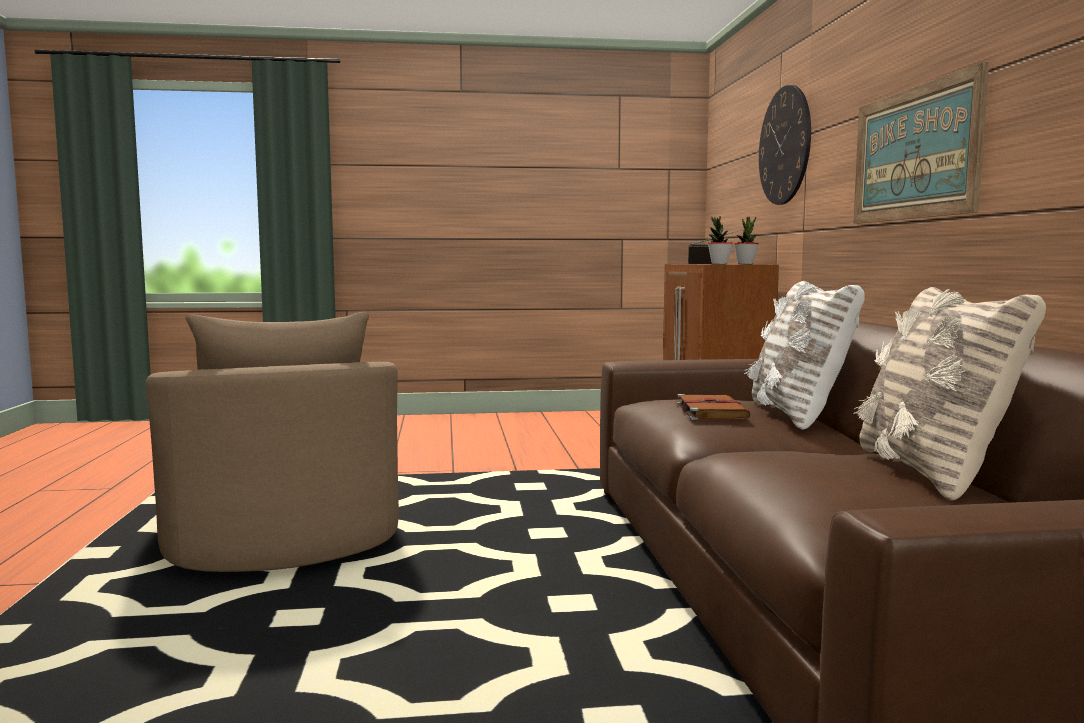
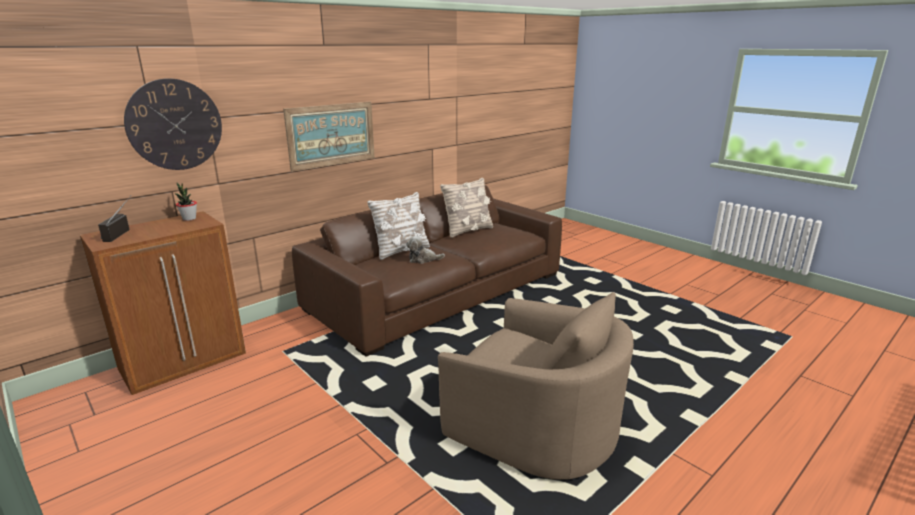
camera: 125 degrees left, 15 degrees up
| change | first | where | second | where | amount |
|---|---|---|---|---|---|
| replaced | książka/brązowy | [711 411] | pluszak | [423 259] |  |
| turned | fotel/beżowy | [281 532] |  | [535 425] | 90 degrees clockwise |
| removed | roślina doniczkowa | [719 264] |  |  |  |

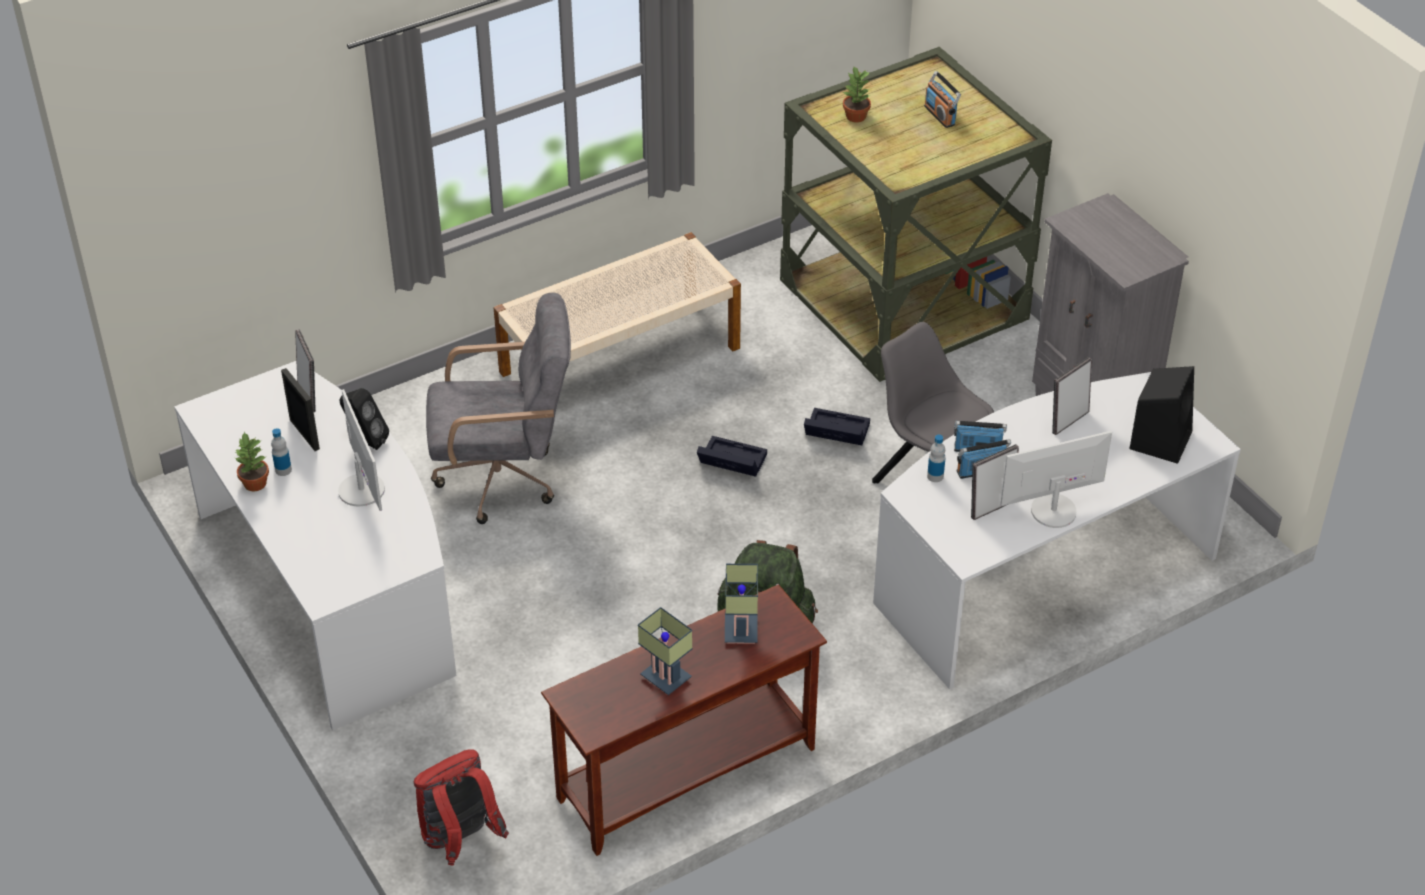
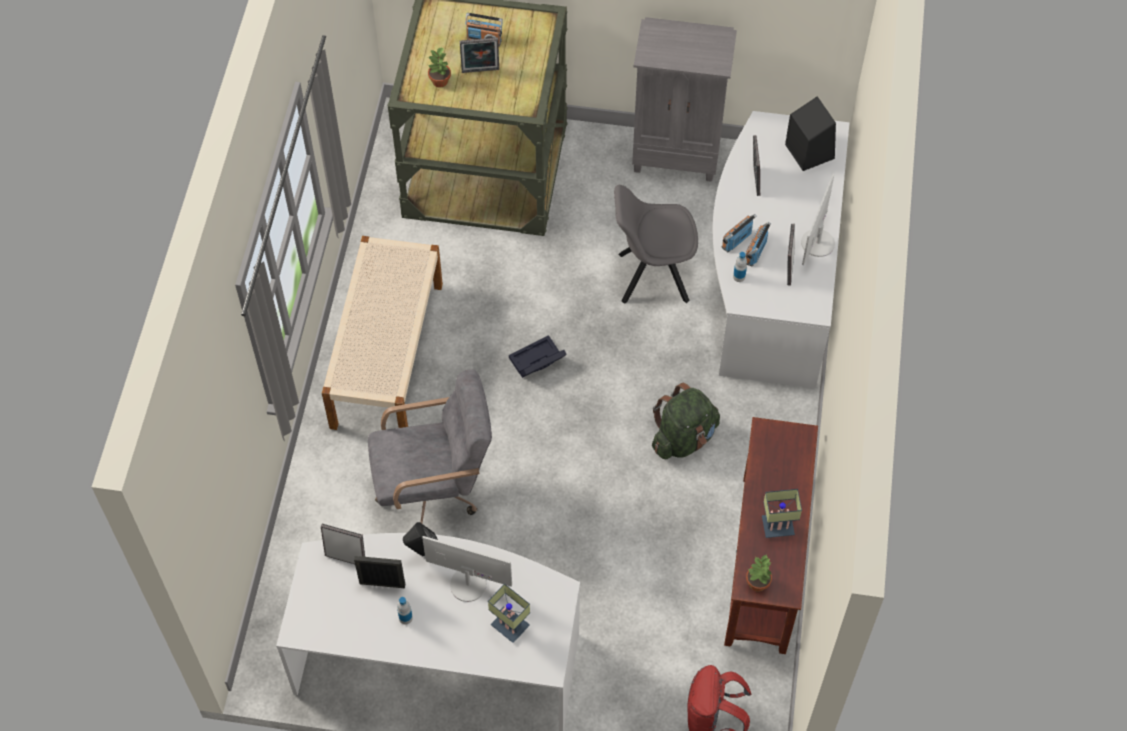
camera: 50 degrees left, 15 degrees up
| change | first | where | second | where | amount |
|---|---|---|---|---|---|
| turned | krzesło biurowe/szary | [505 481] |  | [435 493] | 45 degrees clockwise |
| added |  |  | ramka na zdjęcie | [480 72] |  |
| moved | lampa stołowa | [739 629] |  | [508 626] |  |
| moved | roślina doniczkowa | [255 484] |  | [758 583] |  |
| removed | pojemnik do przechowywania/czarny | [834 432] |  |  |  |

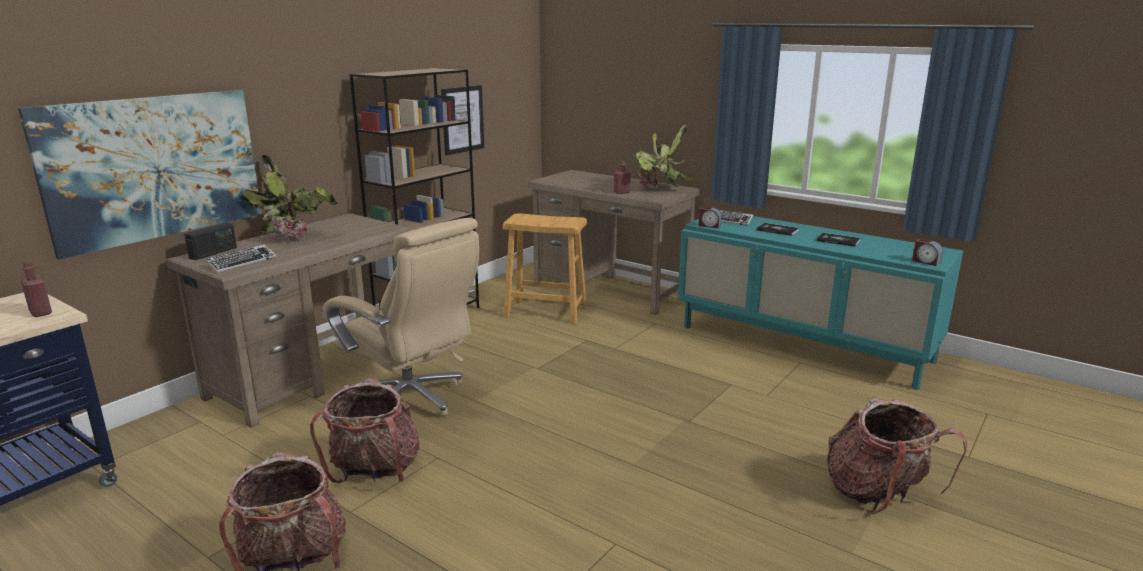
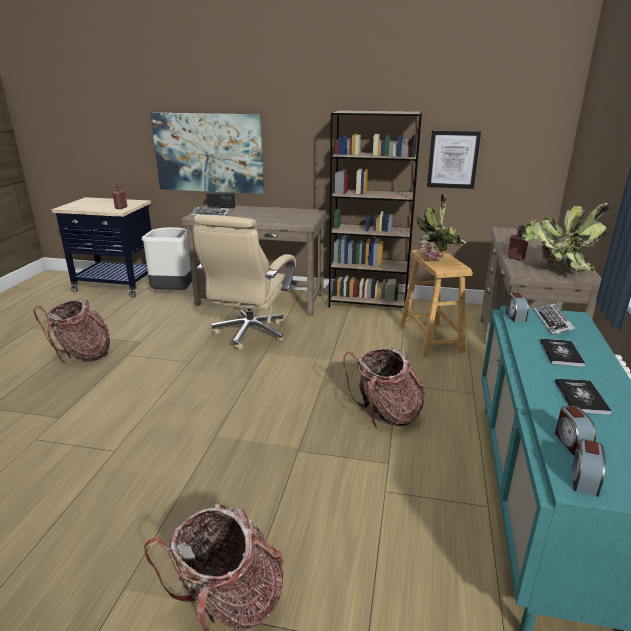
camera: 65 degrees right, 5 degrees up
| change | first | where | second | where | amount |
|---|---|---|---|---|---|
| added |  |  | kosz na śmieci/biały | [174 292] |  |
| moved | plecak | [374 472] |  | [385 415] |  |
| moved | roślina doniczkowa | [298 236] |  | [440 259] |  |
| added |  |  | budzik | [571 442] |  |

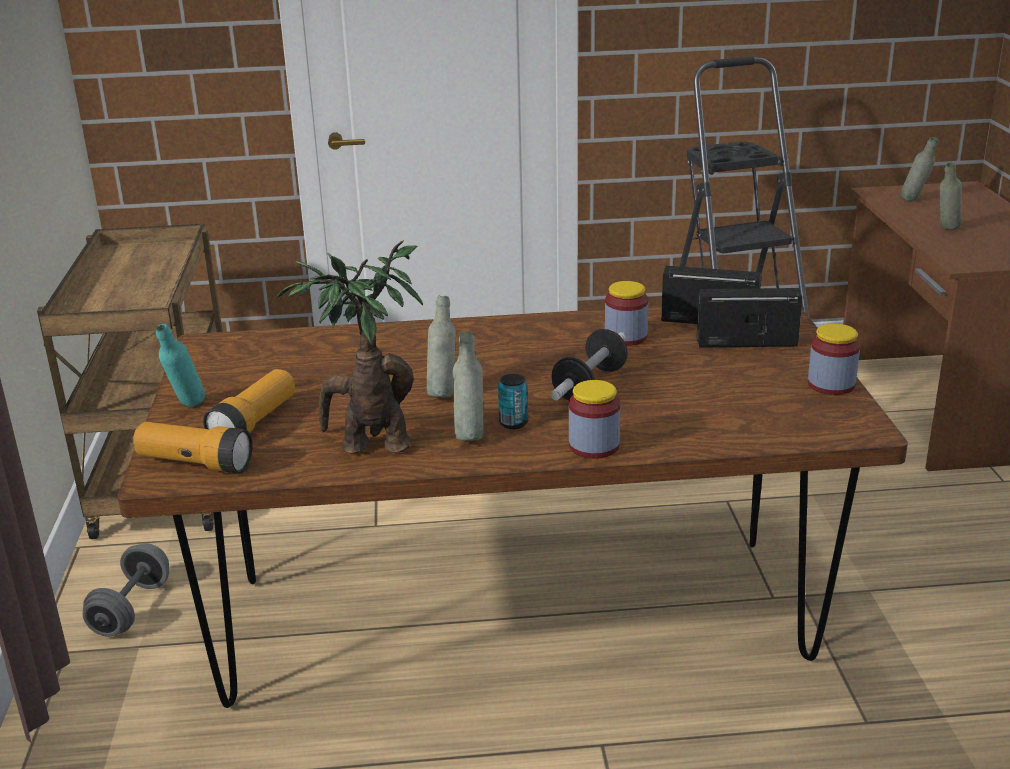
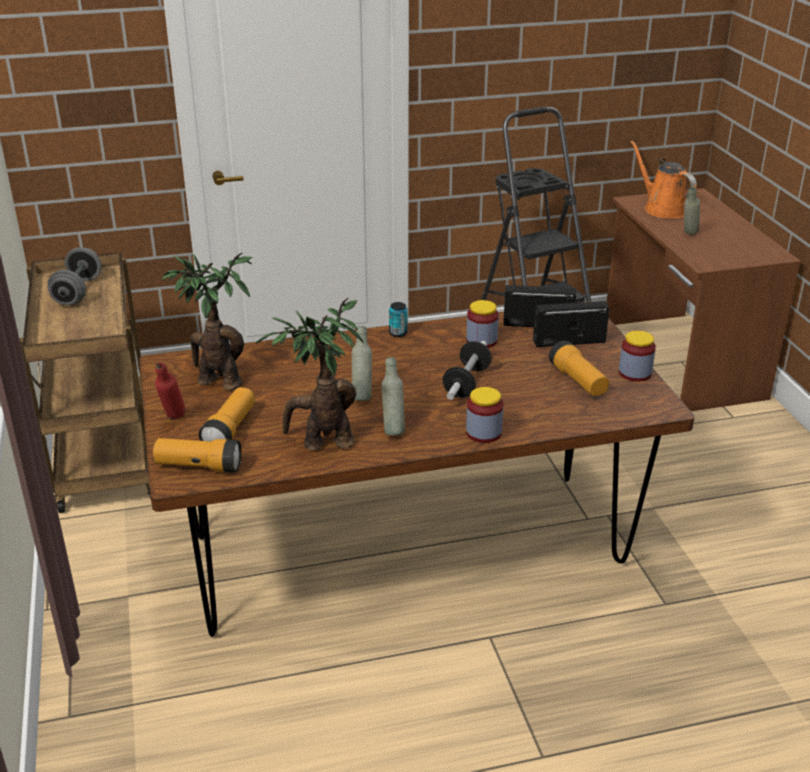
camera: 10 degrees left, 5 degrees up
| change | first | where | second | where | amount |
|---|---|---|---|---|---|
| moved | hantel/szary | [131 609] |  | [78 292] |  |
| recoloured | butelka/turkusowy | [187 408] | butelka/czerwony | [173 421] |  |
| added |  |  | roślina doniczkowa | [216 380] |  |
| moved | puszka | [513 423] |  | [398 333] |  |
| added |  |  | latarka | [578 381] |  |
| replaced | butelka/szary | [915 202] | konewka/pomarańczowy | [662 209] |  |

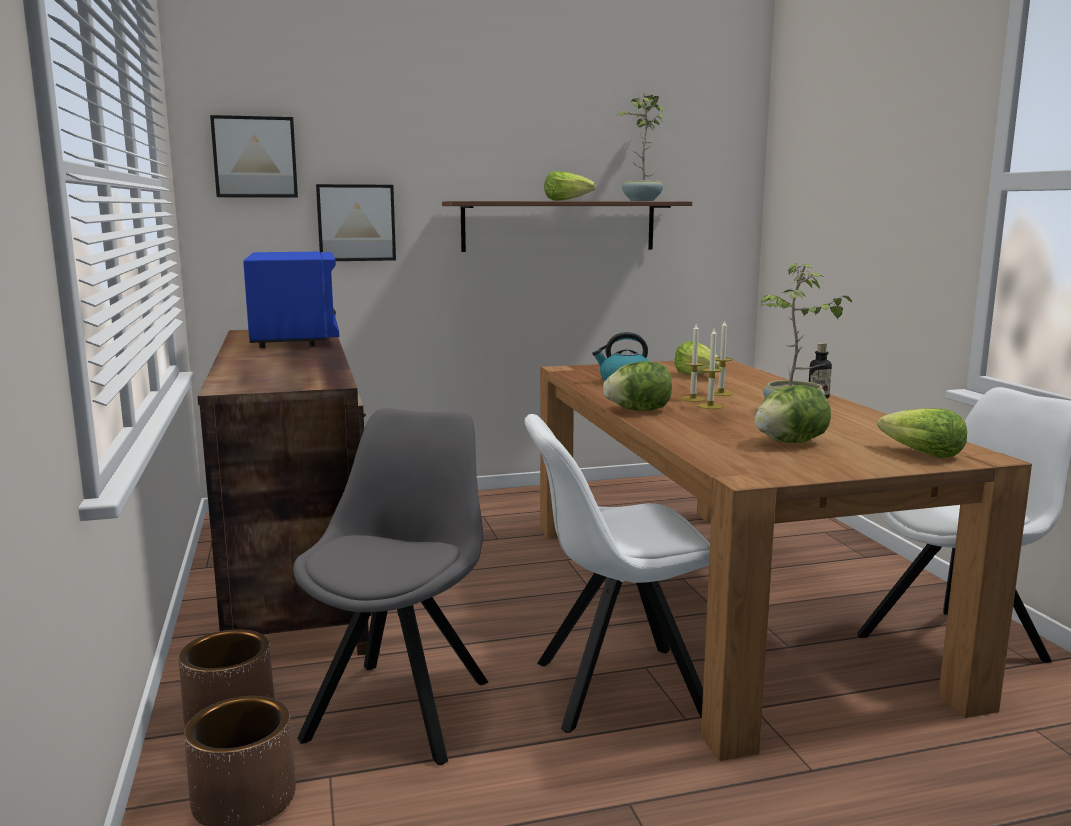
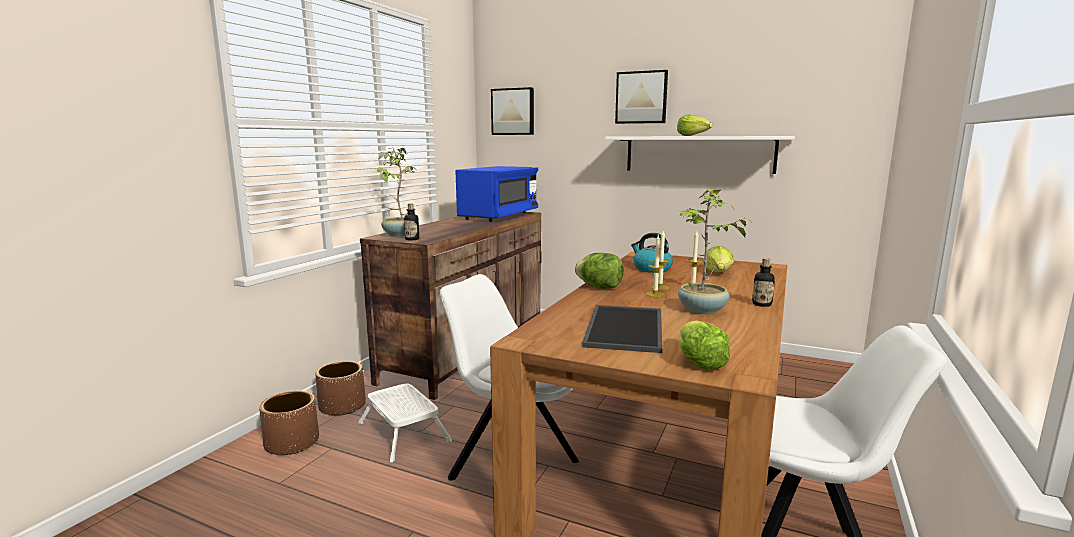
camera: 40 degrees right, 0 degrees up
| change | first | where | second | where | amount |
|---|---|---|---|---|---|
| replaced | krzesło/szary | [401 709] | drabinka/biały | [403 432] |  |
| moved | roślina doniczkowa | [641 201] |  | [398 235] |  |
| added |  |  | butelka | [412 239] |  |
| replaced | sałata | [790 442] | taca | [627 328] |  |
| recoloured | półka/brązowy | [559 226] | półka/biały | [698 154] |  |
| moved | obraz | [356 222] |  | [641 97] |  |

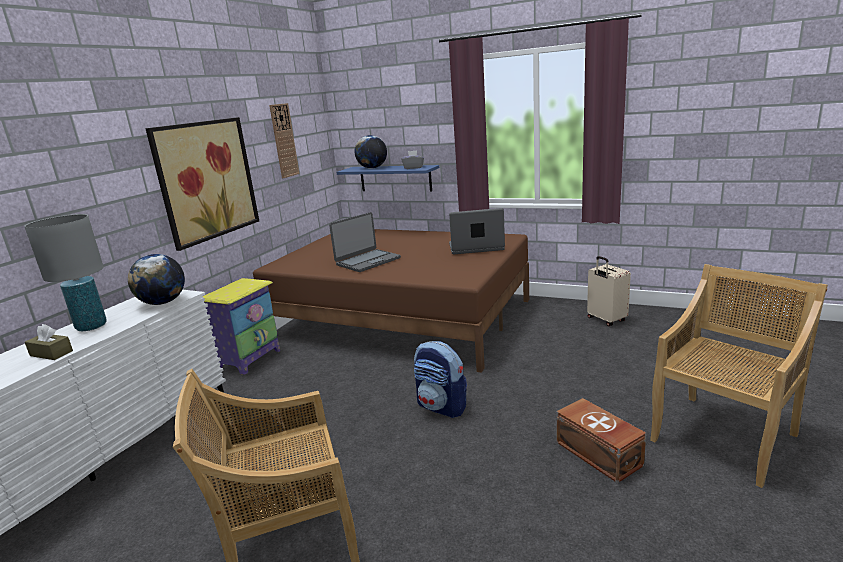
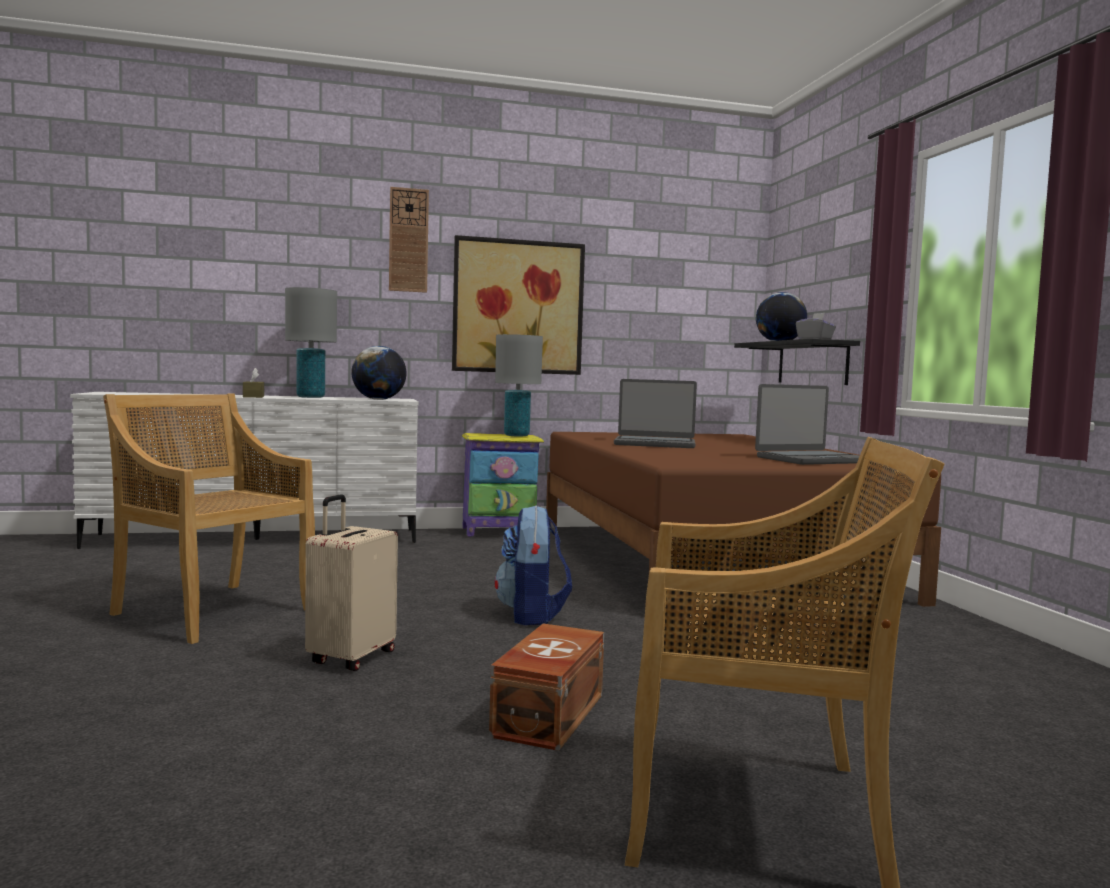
camera: 50 degrees right, 15 degrees down
| change | first | where | second | where | amount |
|---|---|---|---|---|---|
| moved | walizka/beżowy | [606 320] |  | [350 658] |  |
| moved | zegar ścienny | [284 140] |  | [408 240] |  |
| added |  |  | lampa stołowa/szary | [516 435] |  |
| recoloured | półka/niebieski | [395 178] | półka/czarny | [812 363] |  |
| turned | laptop | [476 247] |  | [811 460] | 105 degrees clockwise |

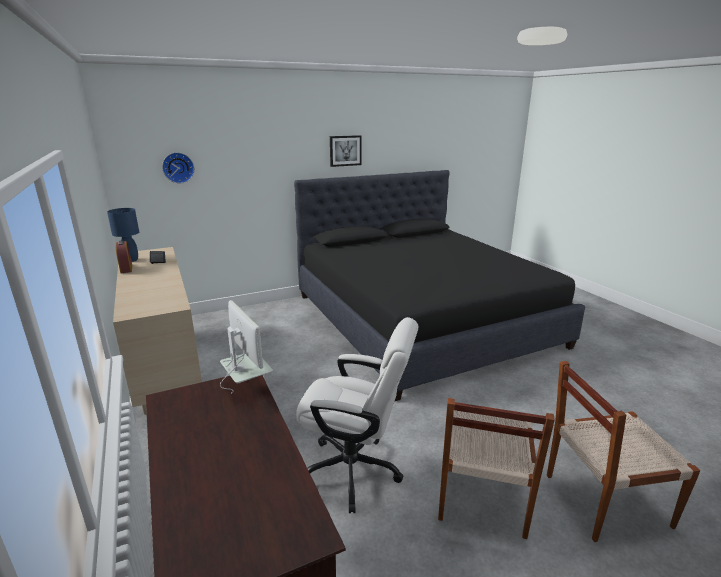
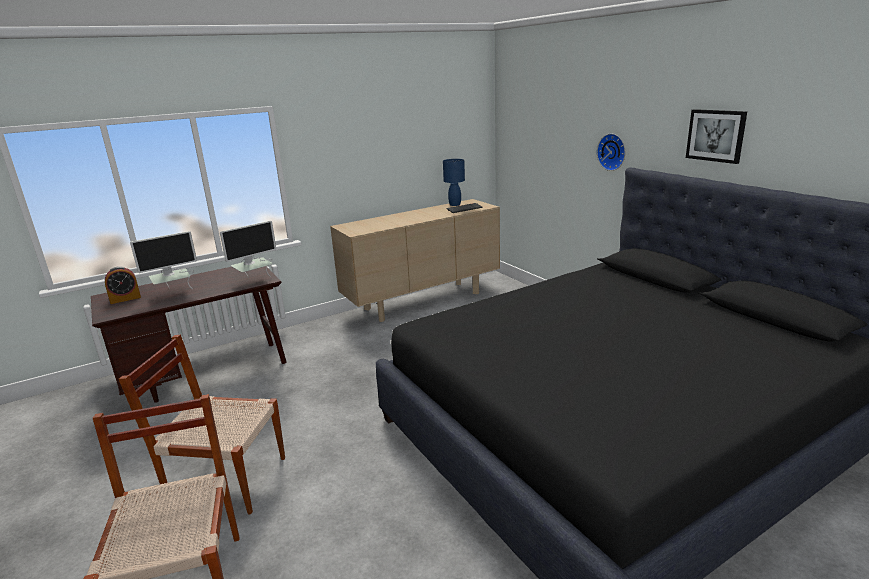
camera: 85 degrees right, 0 degrees up
| change | first | where | second | where | amount |
|---|---|---|---|---|---|
| moved | budzik | [126 269] |  | [125 299] |  |
| added |  |  | monitor | [174 293] |  |
| moved | zegar ścienny | [178 167] |  | [613 152] |  |
| removed | krzesło biurowe/biały | [356 472] |  |  |  |

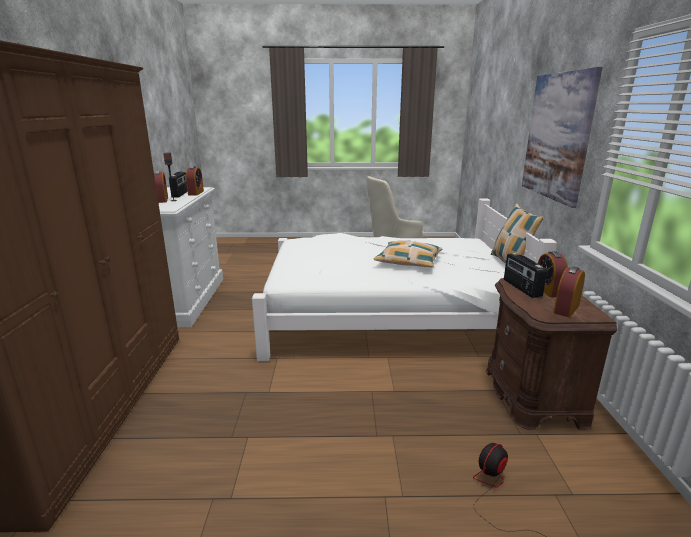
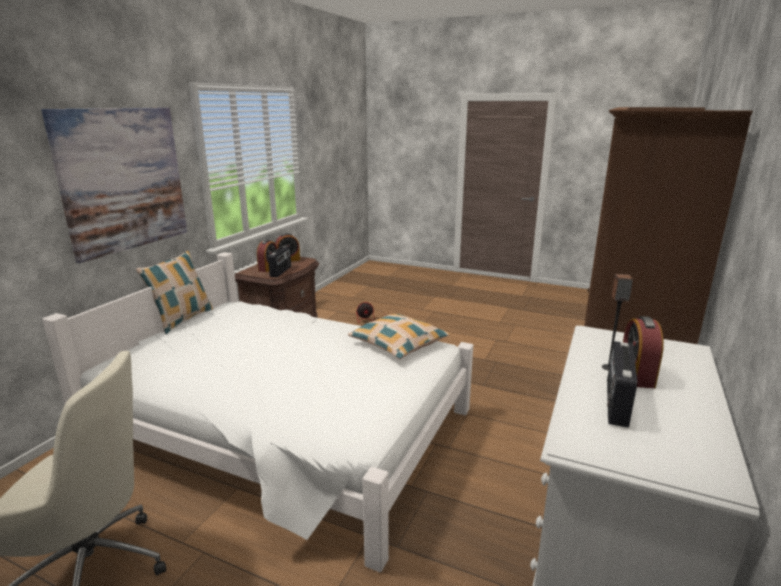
camera: 155 degrees left, 0 degrees up
| change | first | where | second | where | amount |
|---|---|---|---|---|---|
| moved | poduszka | [408 261] |  | [398 343] |  |
| removed | budzik | [196 193] |  |  |  |

